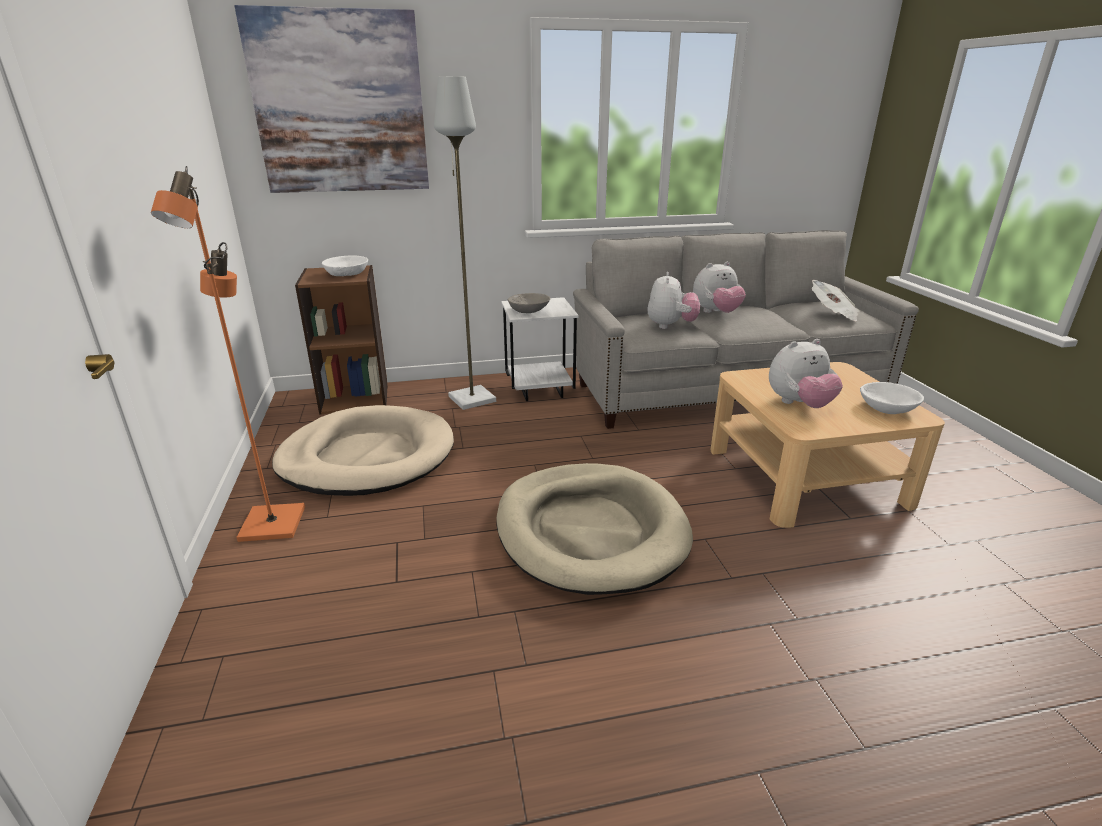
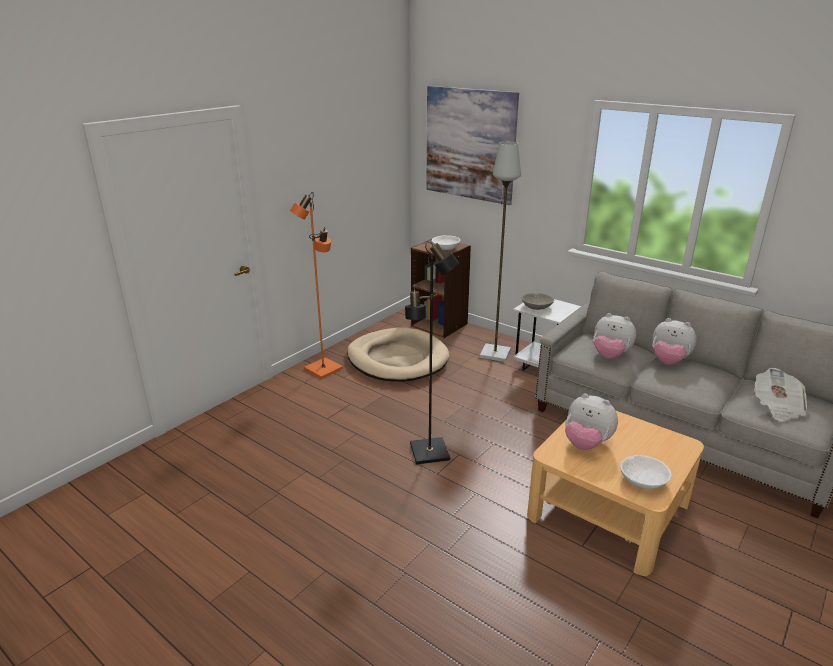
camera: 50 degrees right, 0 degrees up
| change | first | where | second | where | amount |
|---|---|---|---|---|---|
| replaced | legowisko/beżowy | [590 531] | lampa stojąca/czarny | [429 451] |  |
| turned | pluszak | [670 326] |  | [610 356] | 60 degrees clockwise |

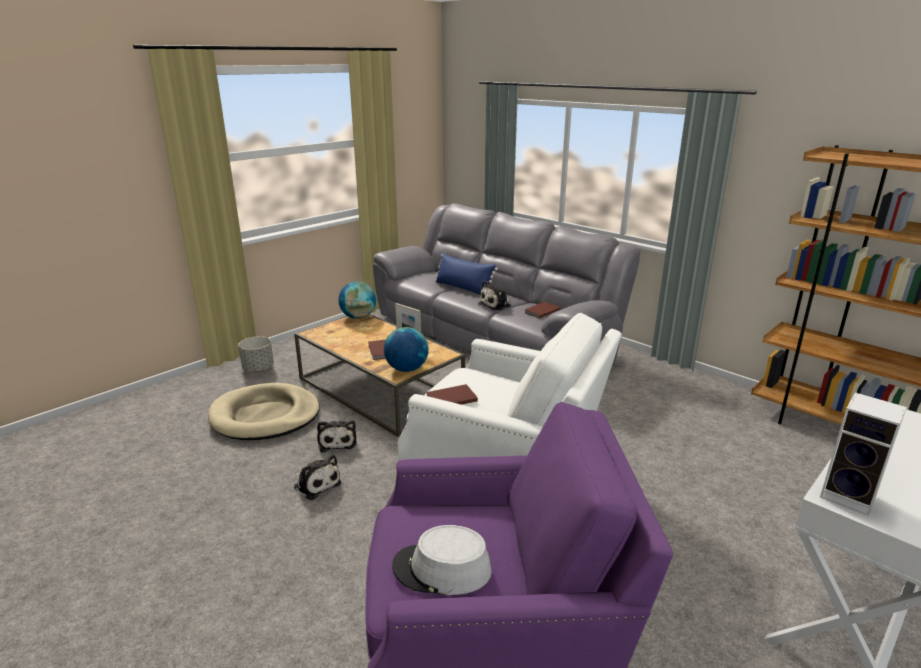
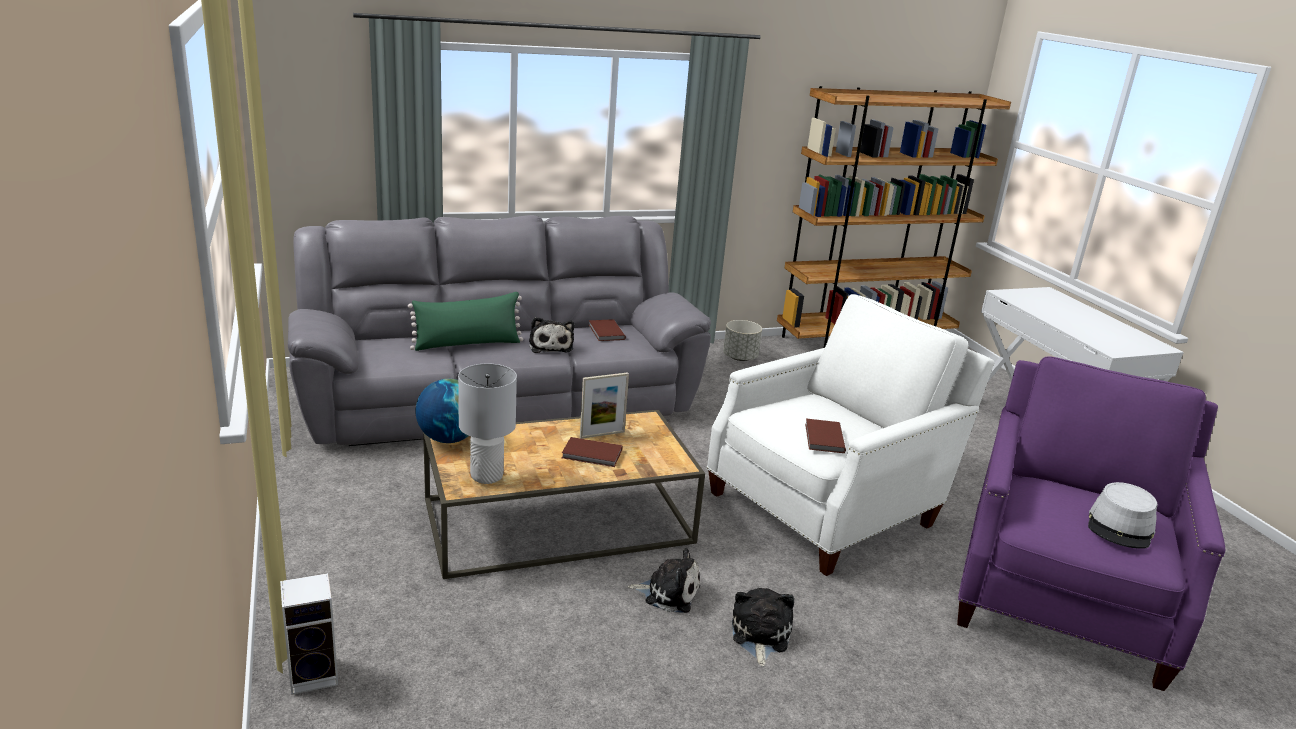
camera: 65 degrees left, 0 degrees up
| change | first | where | second | where | amount |
|---|---|---|---|---|---|
| moved | głośnik | [850 496] |  | [315 674] |  |
| recoloured | poduszka/niebieski | [463 289] | poduszka/zielony | [467 344] |  |
| added |  |  | lampa stołowa/szary | [486 479] |  |
| moved | donica/szary | [258 369] |  | [740 357] |  |
| turned | pluszak | [316 484] |  | [759 636] | 60 degrees counterclockwise |
| removed | legowisko/beżowy | [265 416] |  |  |  |
| removed | globus | [406 369] |  |  |  |

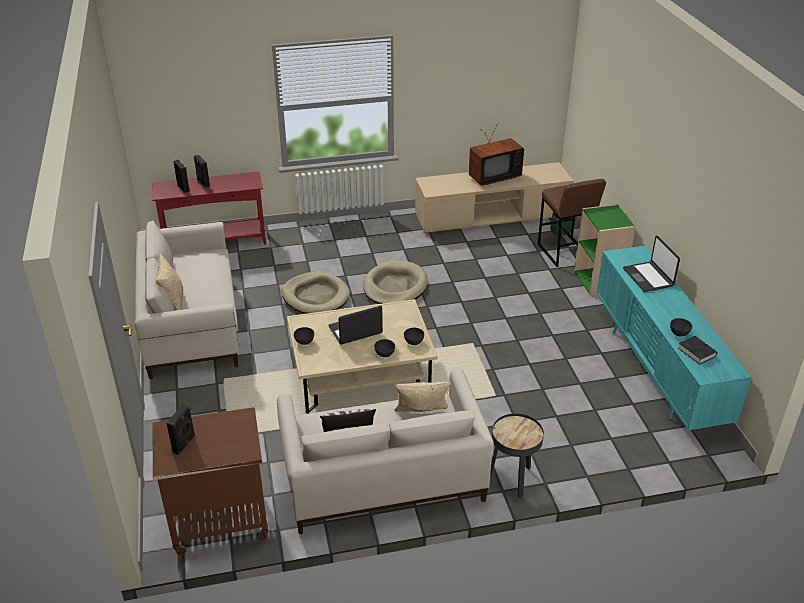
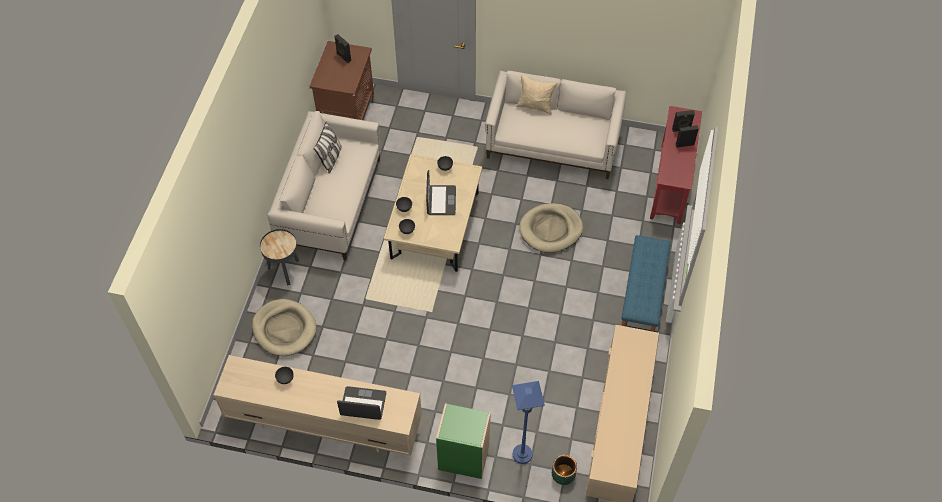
camera: 115 degrees right, 20 degrees up
| change | first | where | second | where | amount |
|---|---|---|---|---|---|
| recoloured | szafka/turkusowy | [657 371] | szafka/beżowy | [324 425] |  |
| moved | legowisko/beżowy | [395 286] |  | [284 329] |  |
| replaced | stołek/brązowy | [565 253] | lampa stojąca/niebieski | [522 454] |  |
| added |  |  | ławka/niebieski | [642 296] |  |
| removed | poduszka/beżowy | [421 415] |  |  |  |
| removed | telewizor | [492 176] |  |  |  |
| removed | książka/czarny | [696 352] |  |  |  |

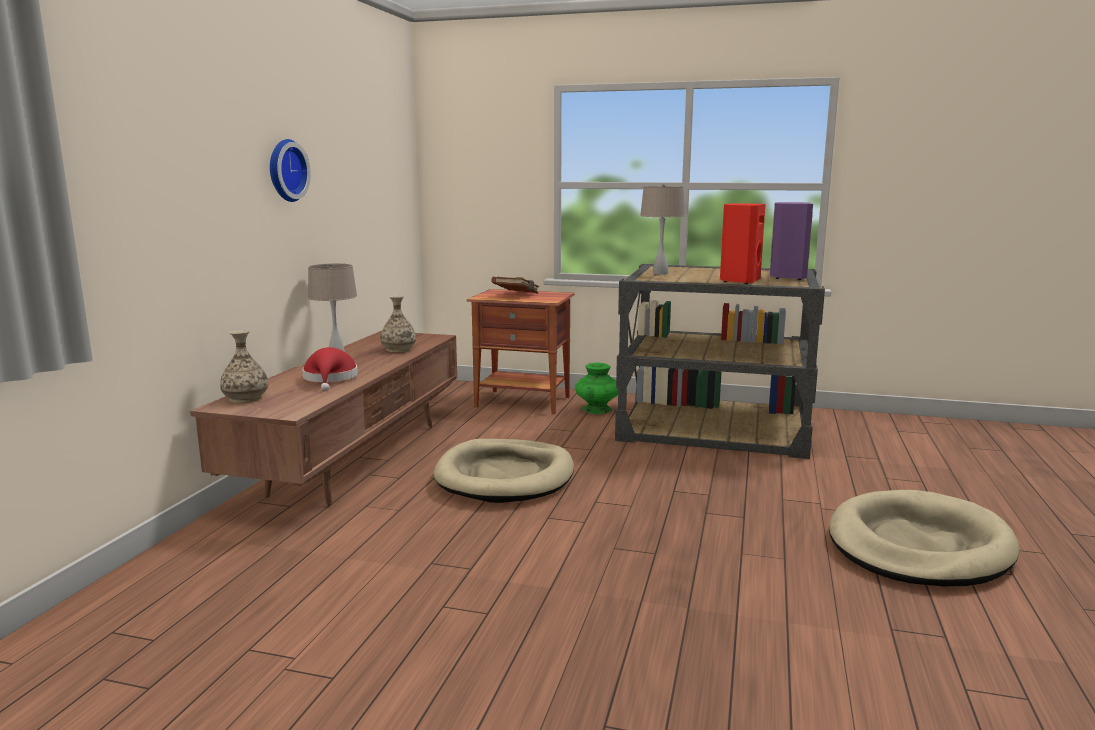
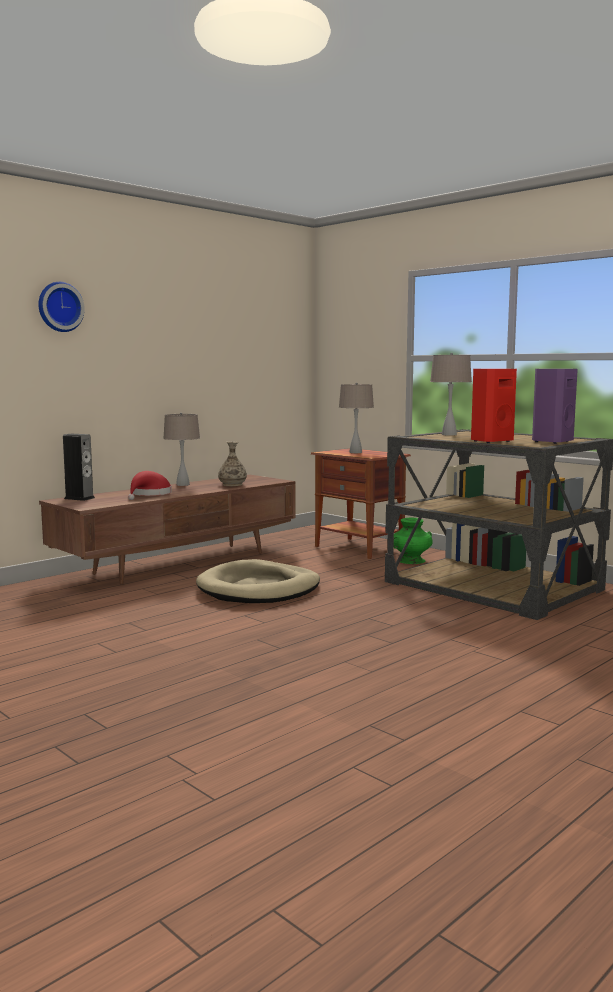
camera: 30 degrees right, 5 degrees down
| change | first | where | second | where | amount |
|---|---|---|---|---|---|
| moved | zegar ścienny | [285 170] |  | [59 307] |  |
| replaced | wazon | [245 398] | głośnik | [79 498] |  |
| replaced | książka/brązowy | [516 295] | lampa stołowa/beżowy | [356 452] |  |
| removed | legowisko/beżowy | [918 546] |  |  |  |

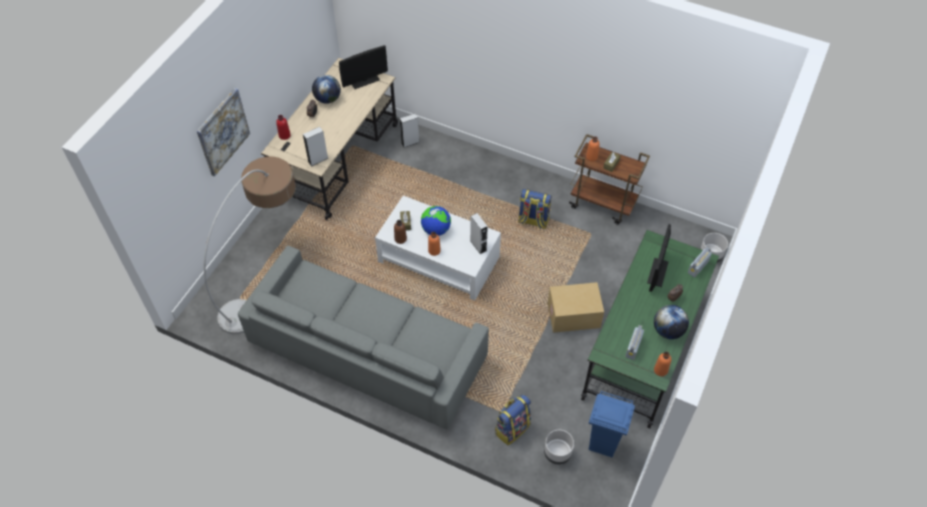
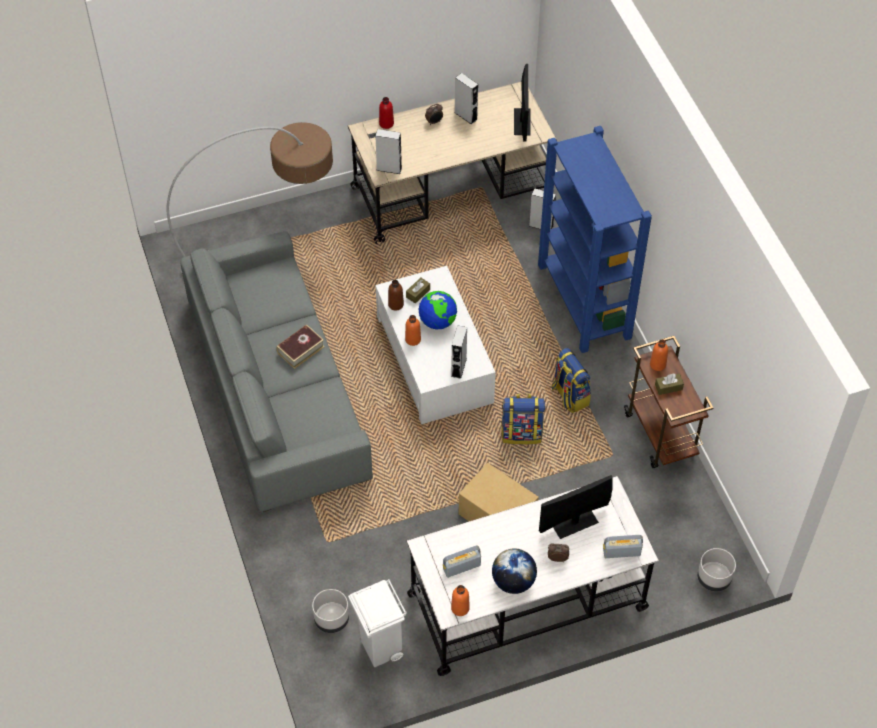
camera: 45 degrees right, 0 degrees up
| change | first | where | second | where | amount |
|---|---|---|---|---|---|
| added |  |  | książka | [300 350] |  |
| recoloured | kosz na śmieci/niebieski | [603 444] | kosz na śmieci/biały | [381 649] |  |
| recoloured | biurko/zielony | [643 347] | biurko/biały | [527 602] |  |
| replaced | globus | [328 99] | głośnik/szary | [465 116] |  |
| moved | plecak | [512 428] |  | [522 433] |  |
| turned | monitor | [364 80] |  | [522 121] | 105 degrees counterclockwise |
| added |  |  | regał/niebieski | [584 301] |  |
| removed | obraz | [223 131] |  |  |  |

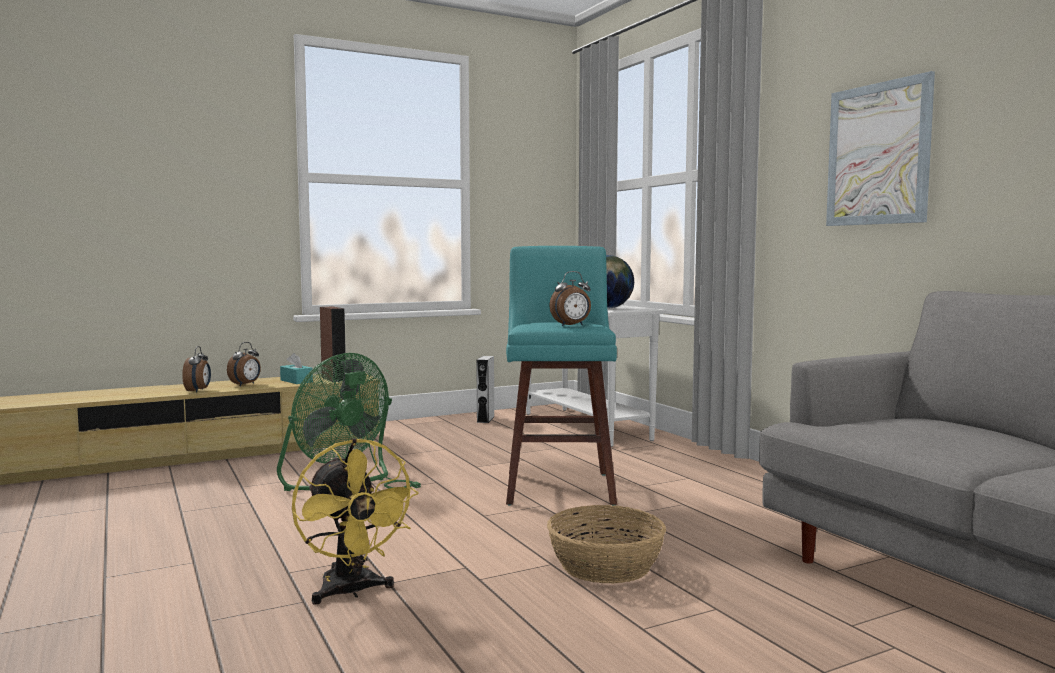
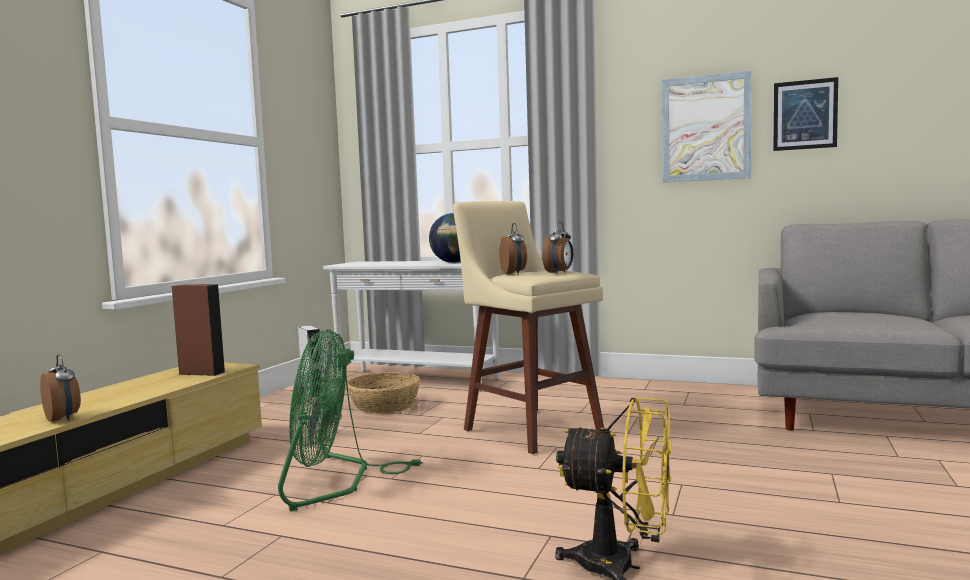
camera: 40 degrees left, 0 degrees up
| change | first | where | second | where | amount |
|---|---|---|---|---|---|
| moved | koszyk | [606 565] |  | [385 406] |  |
| recoloured | stołek/turkusowy | [560 487] | stołek/beżowy | [531 429] |  |
| moved | budzik | [246 384] |  | [514 274] |  |
| added |  |  | obraz | [805 114] |  |
| removed | pudełko chusteczek/turkusowy | [296 381] |  |  |  |

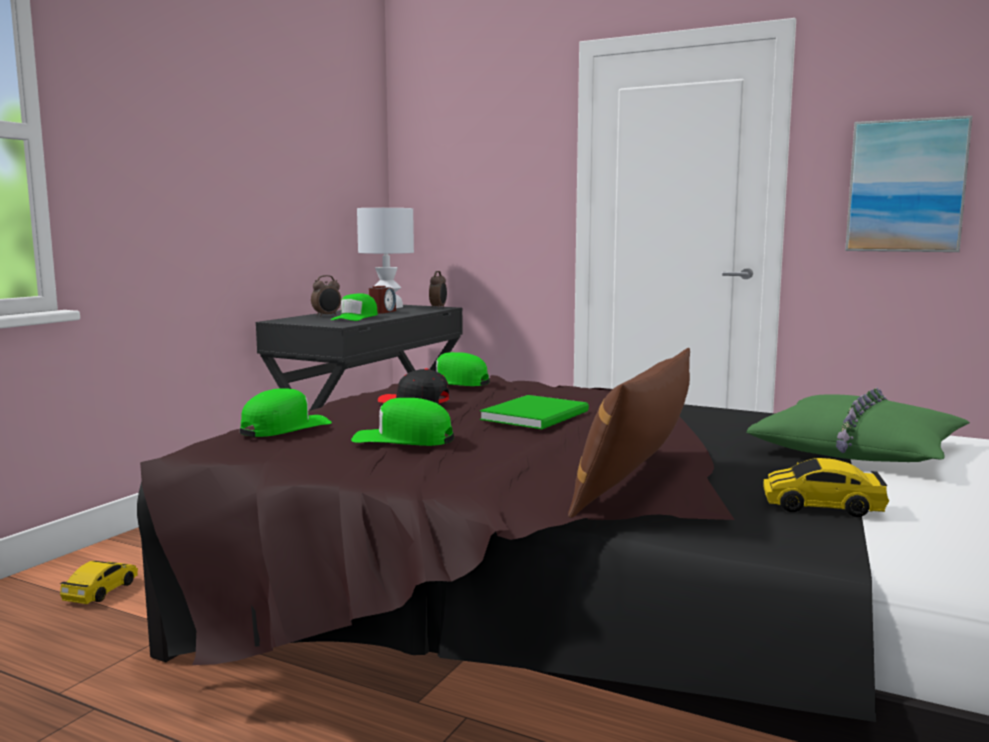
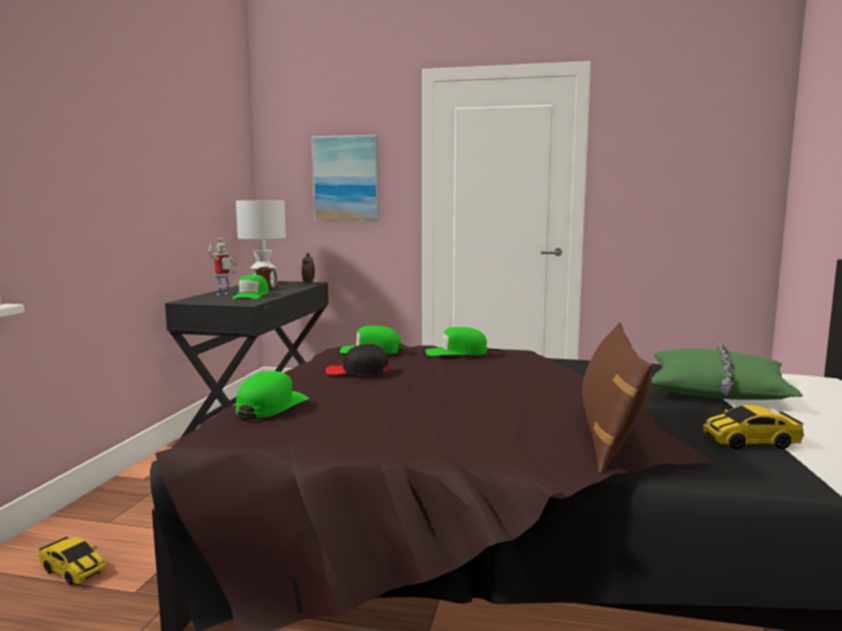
camera: 15 degrees left, 0 degrees up
| change | first | where | second | where | amount |
|---|---|---|---|---|---|
| turned | samochodzik | [101 591] |  | [73 571] | 120 degrees clockwise |
| replaced | budzik | [327 316] | robot zabawkowy | [223 294] |  |
| moved | obraz | [906 186] |  | [346 179] |  |
| moved | czapka z daszkiem/zielony | [403 439] |  | [456 352] |  |
| removed | książka/zielony | [539 415] |  |  |  |

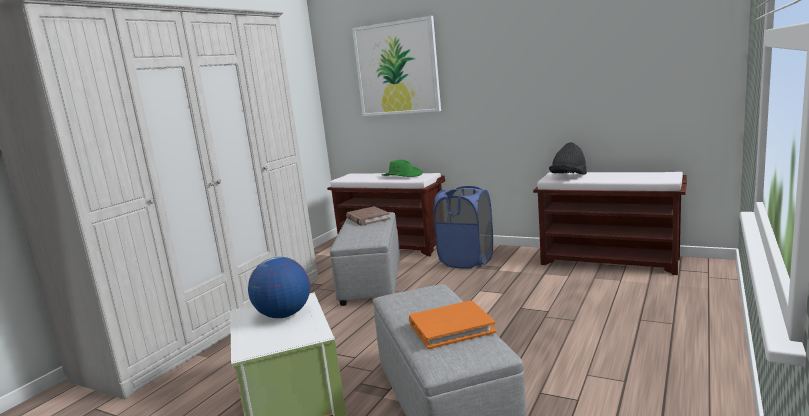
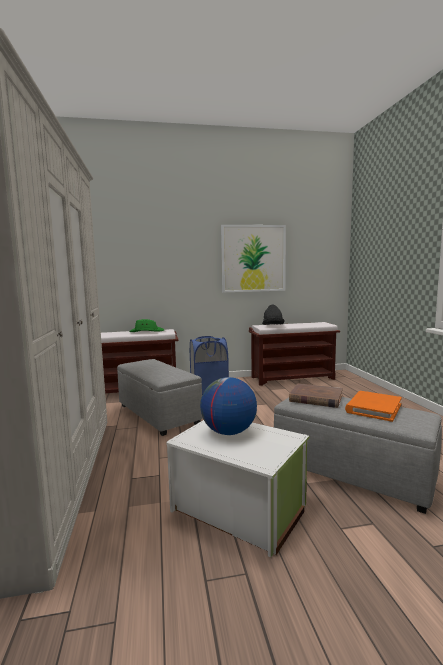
camera: 40 degrees left, 5 degrees down
| change | first | where | second | where | amount |
|---|---|---|---|---|---|
| moved | obraz | [397 68] |  | [253 258] |  |
| moved | książka/brązowy | [367 218] |  | [316 398] |  |

